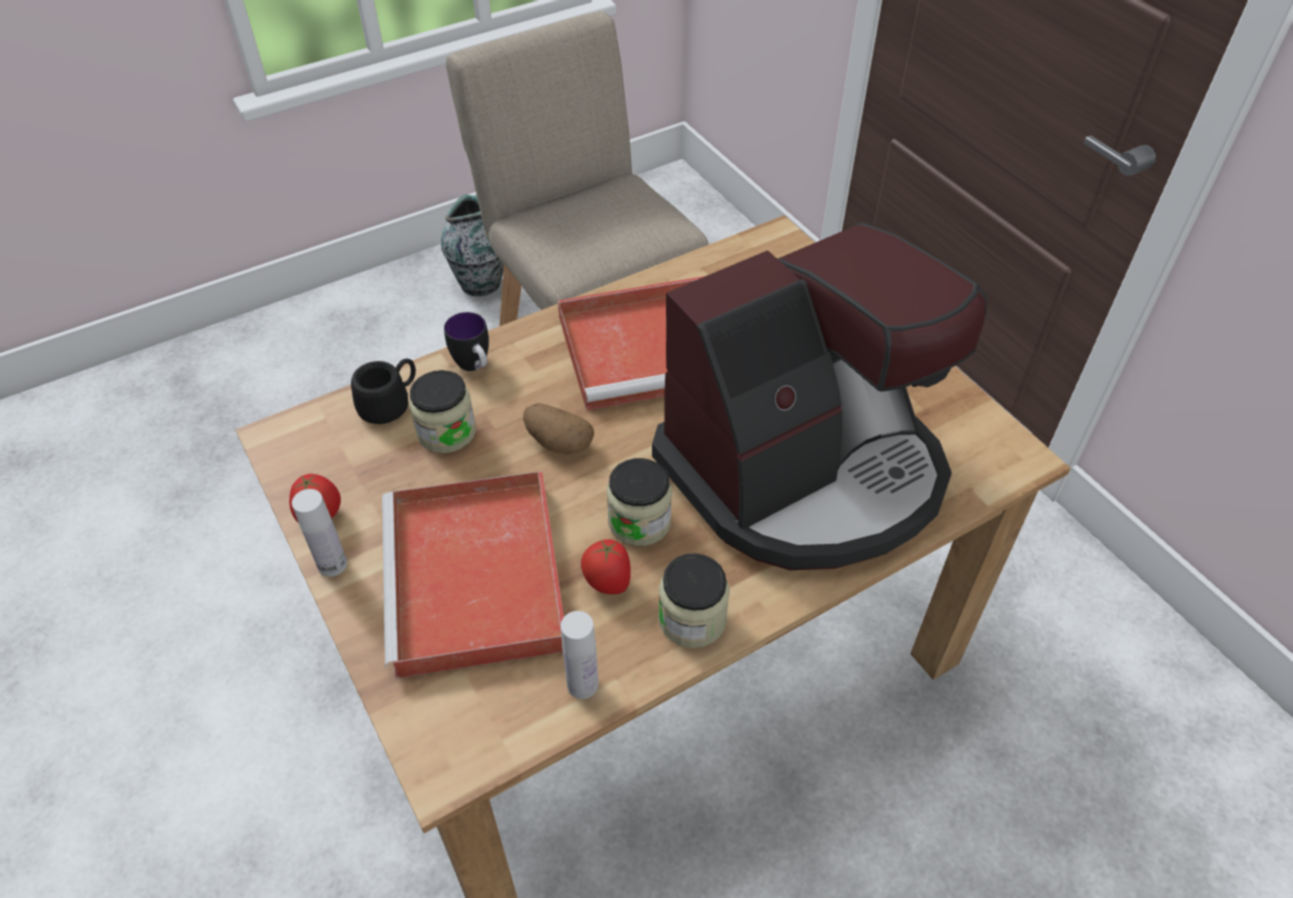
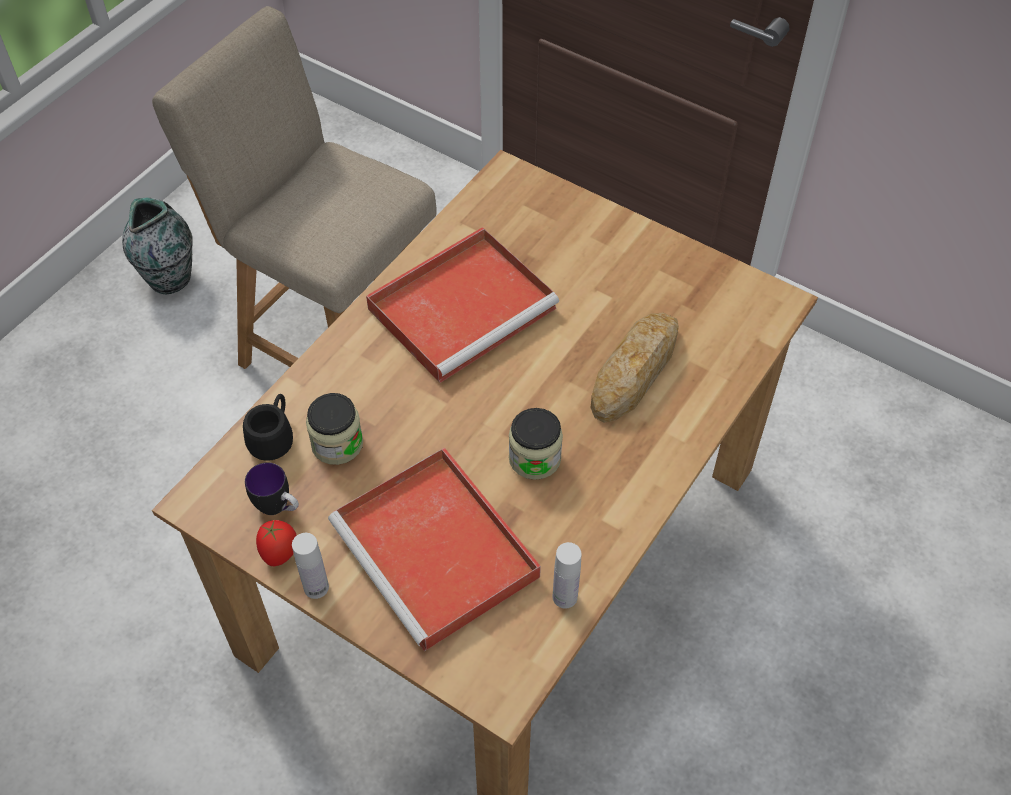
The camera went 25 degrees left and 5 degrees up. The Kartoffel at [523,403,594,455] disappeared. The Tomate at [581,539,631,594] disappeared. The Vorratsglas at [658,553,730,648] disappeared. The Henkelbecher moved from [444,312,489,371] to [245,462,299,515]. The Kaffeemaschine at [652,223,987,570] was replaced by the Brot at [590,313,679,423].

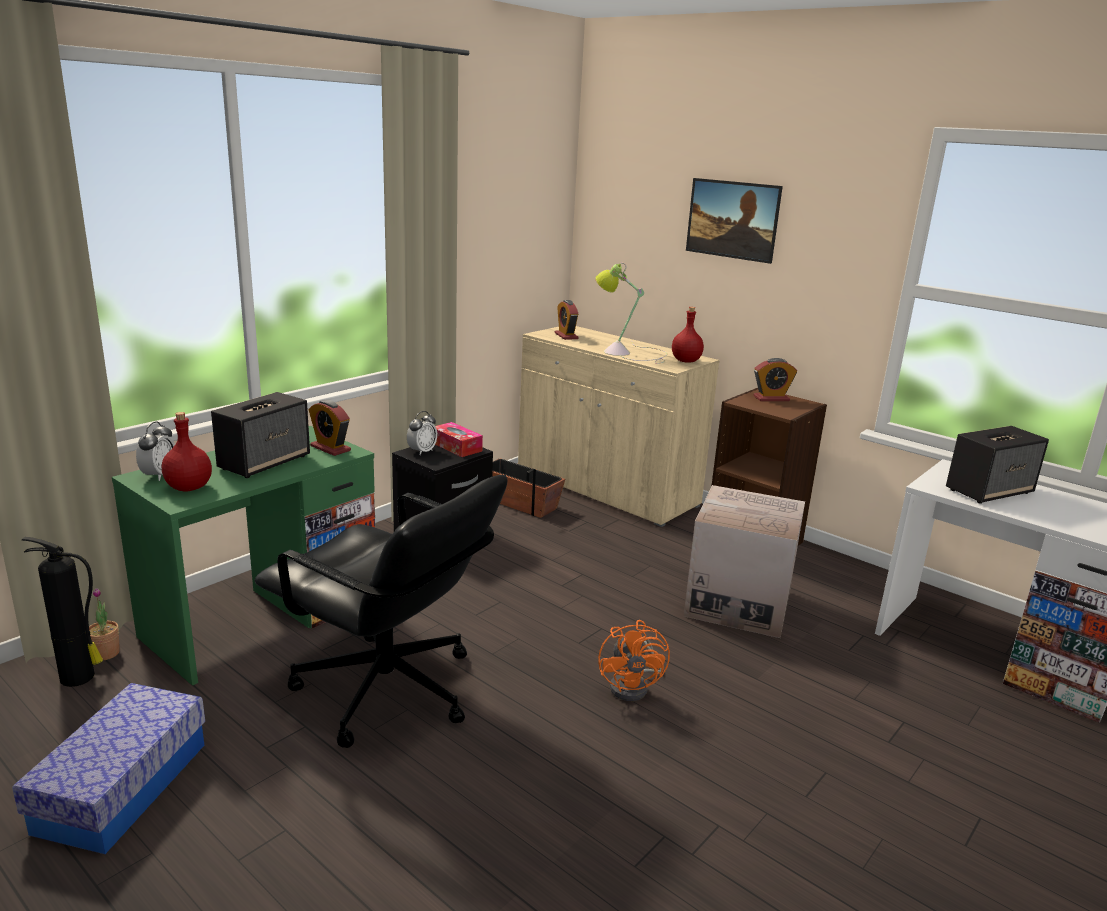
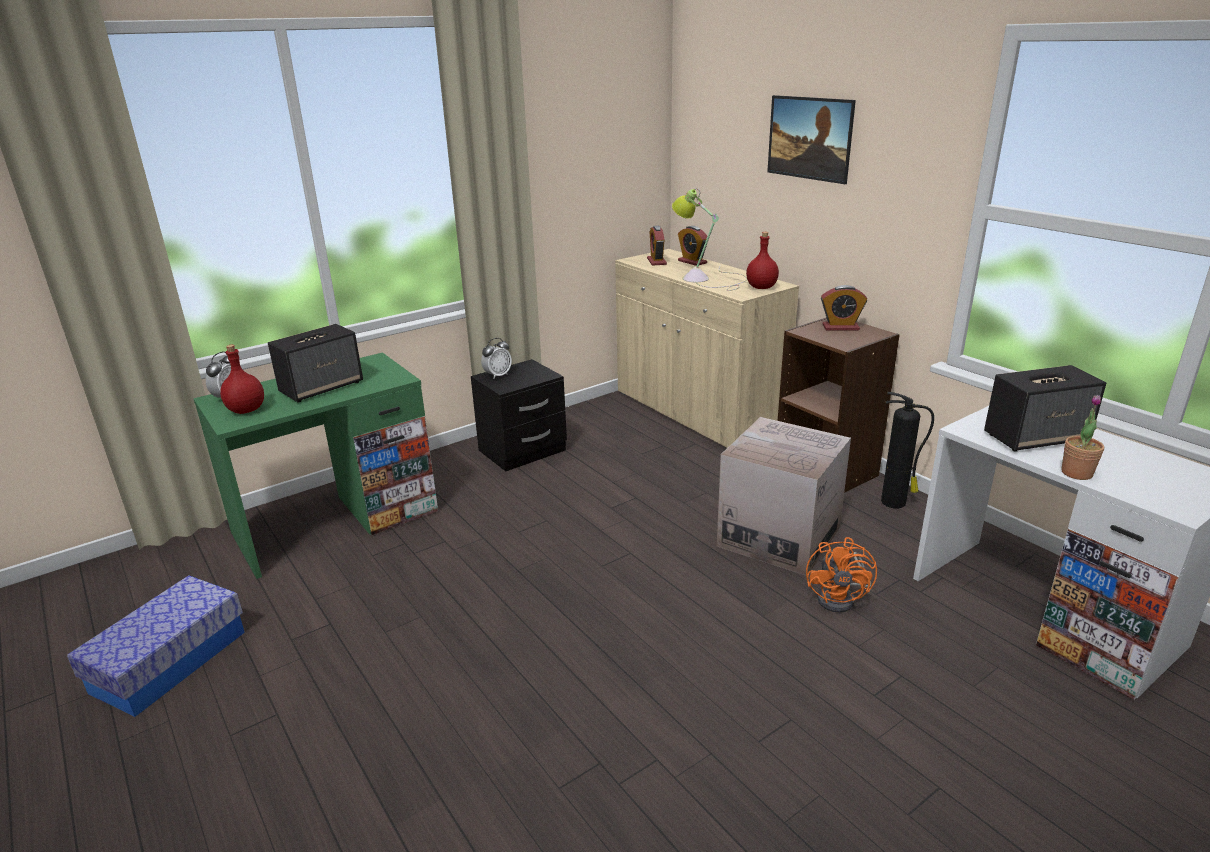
The camera went 15 degrees right and 5 degrees up. The Bürostuhl (schwarz) at [255,475,507,748] disappeared. The Taschentuchbox at [435,422,483,457] disappeared. The Pflanzkübel at [492,458,565,518] disappeared. The Feuerlöscher moved from [22,537,103,687] to [881,392,934,508]. The Topfpflanze moved from [89,588,120,660] to [1061,395,1104,480]. The Wecker moved from [309,400,351,456] to [678,226,708,266]. The Ventilator (orange) moved from [598,620,670,701] to [806,537,877,613].

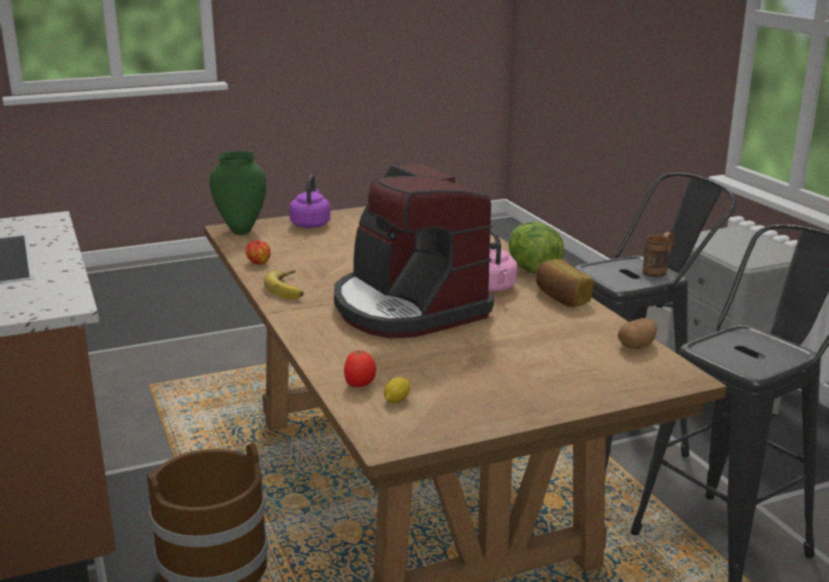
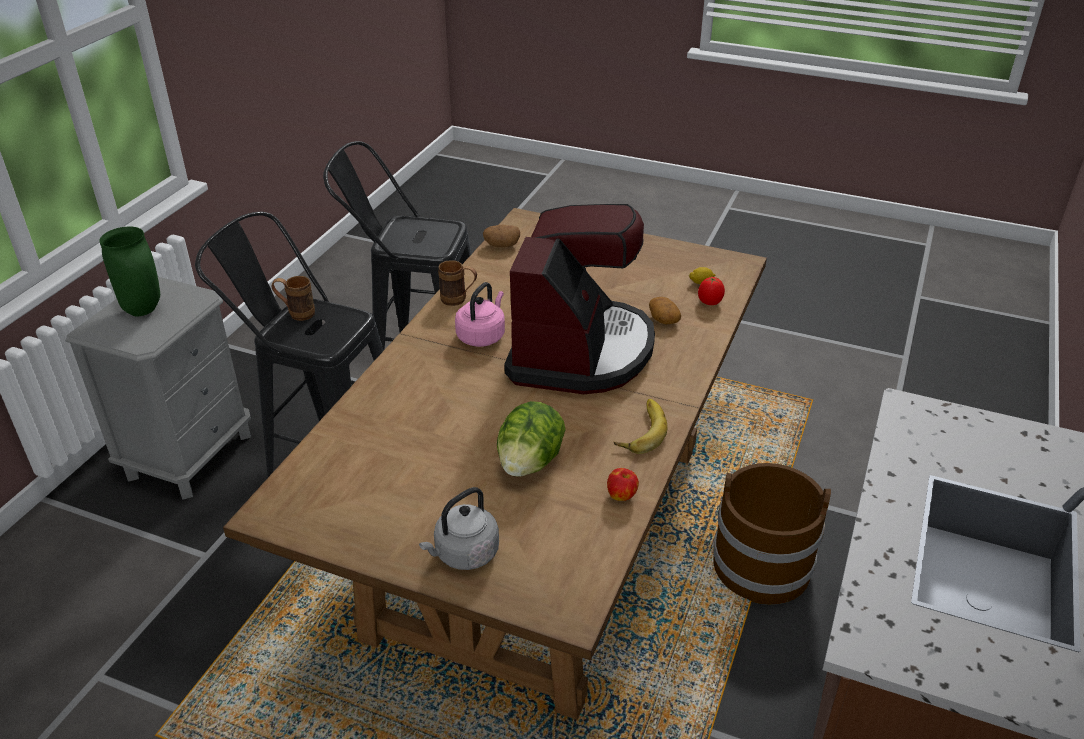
The camera went 135 degrees left and 15 degrees up. The Kartoffel at [649,297,681,325] appeared. The Vase (grün) moved from [209,151,267,235] to [99,227,160,316]. The Salatkopf moved from [508,222,564,274] to [497,401,566,477]. The Brot at [535,259,594,307] was replaced by the Henkelbecher (braun) at [438,260,477,306]. The Wasserkessel (lila) at [289,175,331,228] became the Wasserkessel (grau) at [419,487,499,570].

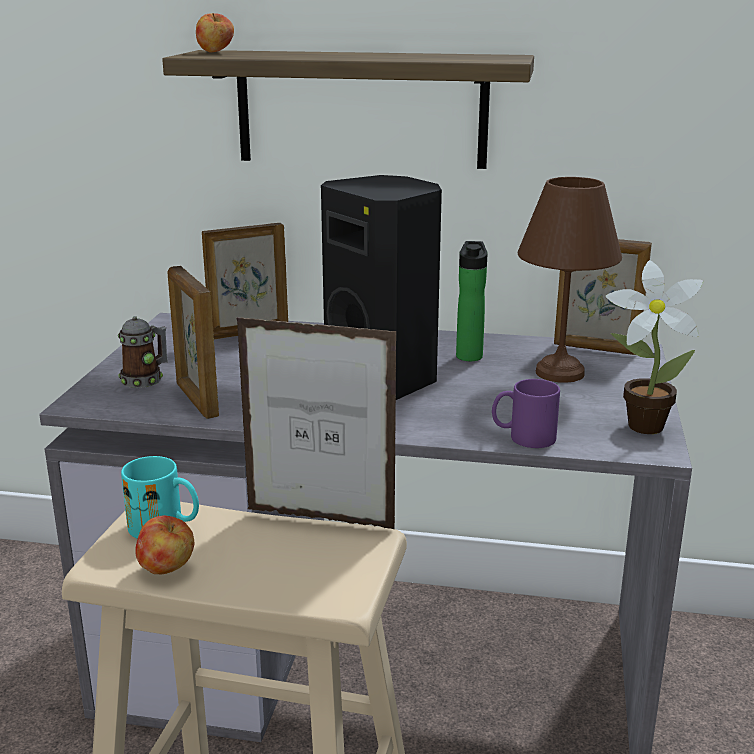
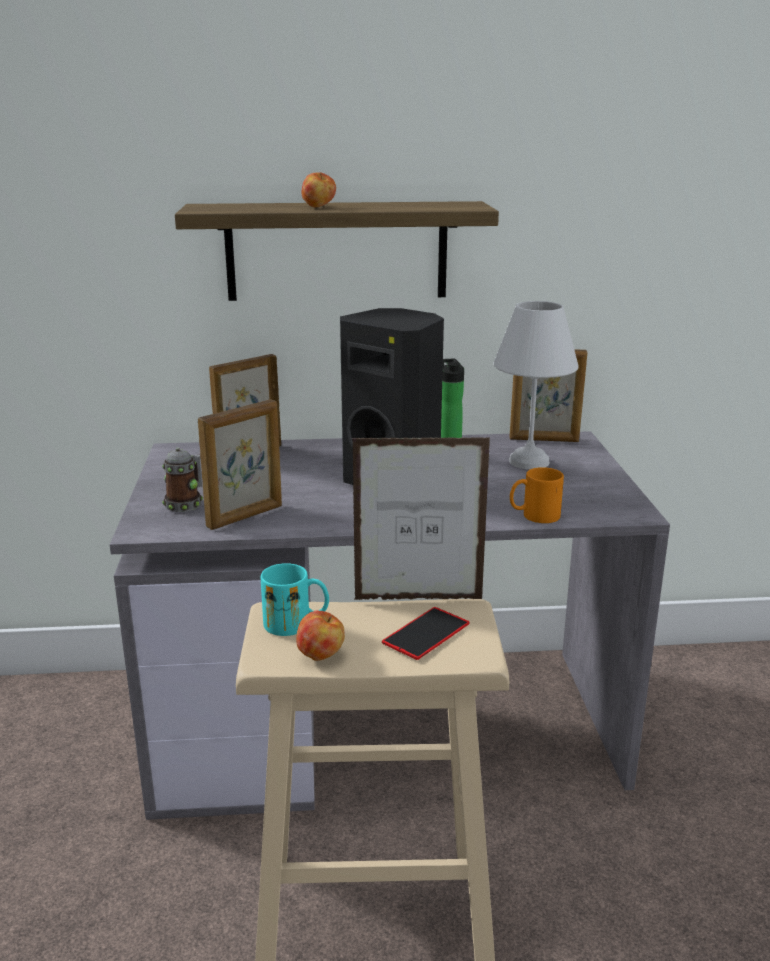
The camera went 15 degrees left and 0 degrees up. The Topfpflanze at [606,260,703,434] disappeared. The Handy at [382,607,469,660] appeared. The Apfel moved from [196,13,234,52] to [302,172,336,207]. The Henkelbecher (lila) at [492,379,560,448] became the Henkelbecher (orange) at [510,467,564,523]. The Tischlampe (braun) at [518,177,622,383] became the Tischlampe (weiß) at [493,301,579,470]. The Bilderrahmen at [168,266,219,419] turned 90 degrees counterclockwise.

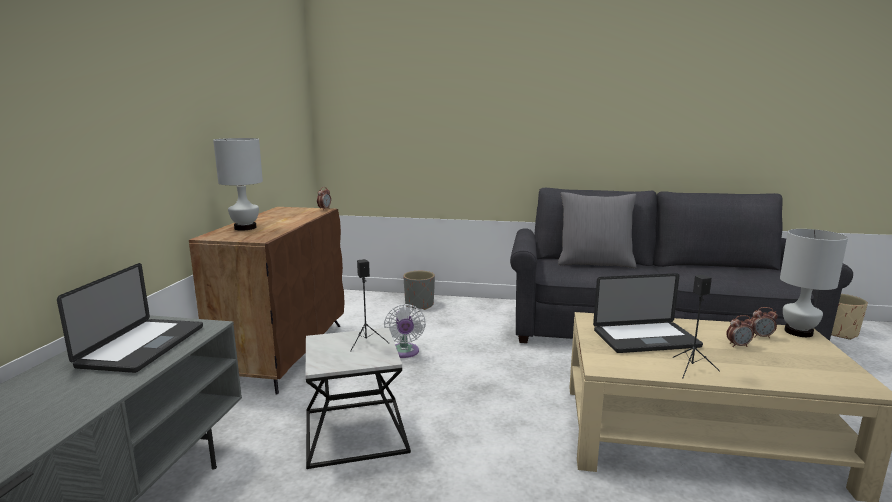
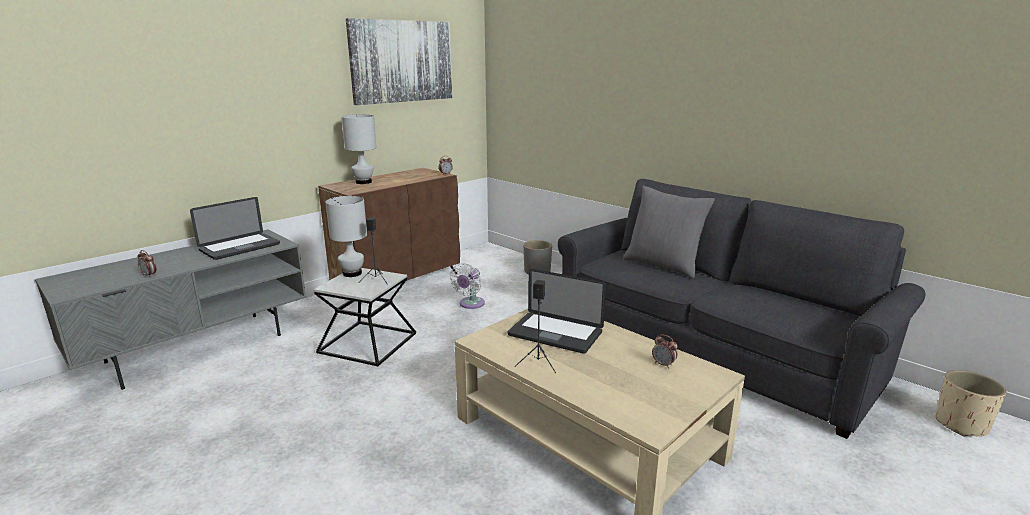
The camera went 35 degrees right and 5 degrees up. The Bild at [346,18,452,105] appeared. The Wecker moved from [726,315,754,347] to [137,250,156,277]. The Tischlampe (weiß) moved from [780,229,848,337] to [325,196,367,277].

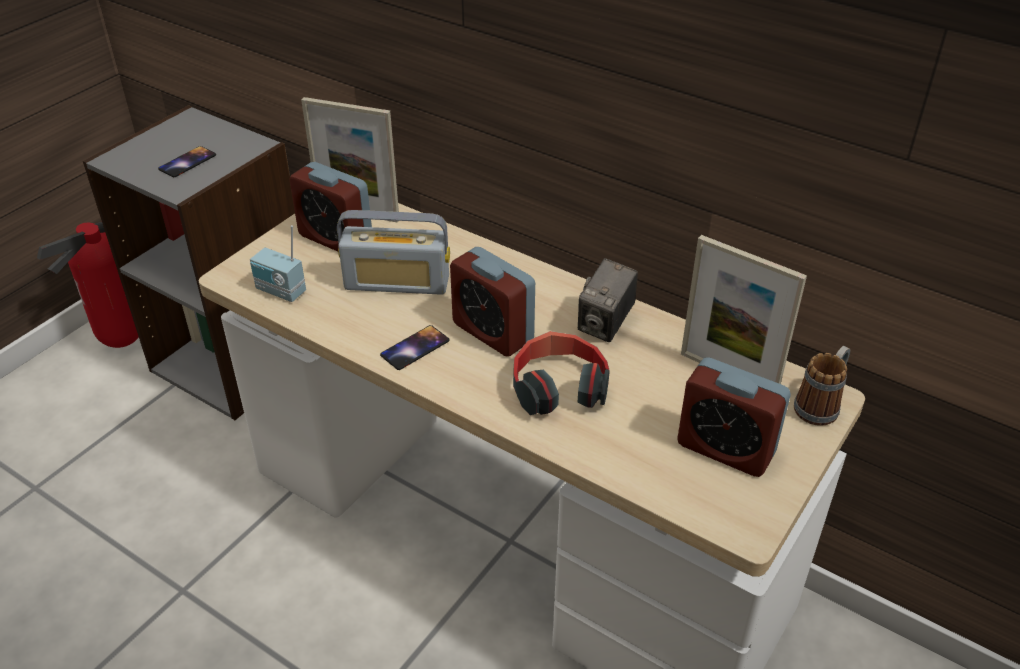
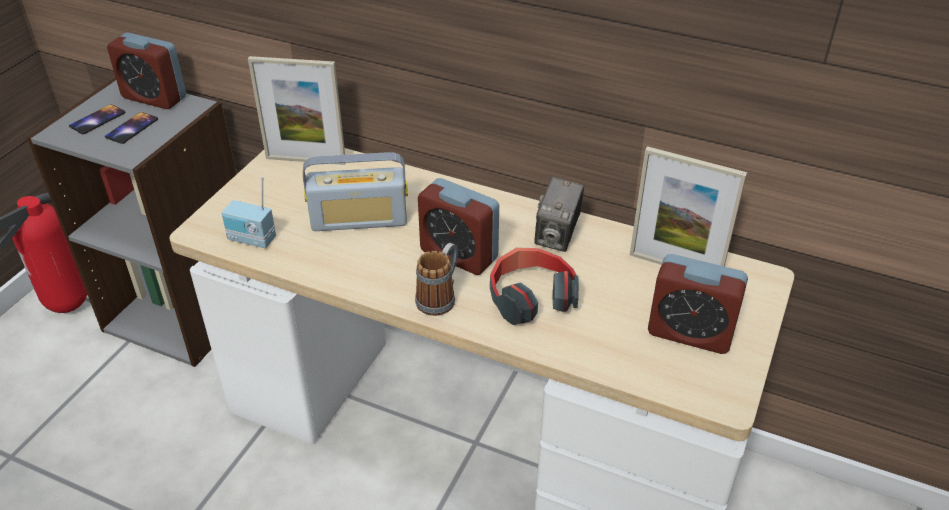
The camera went 10 degrees left and 0 degrees up. The Wecker moved from [289,162,372,251] to [107,33,186,109]. The Handy moved from [380,325,449,370] to [69,104,125,134]. The Henkelbecher moved from [794,346,850,426] to [415,243,458,316].

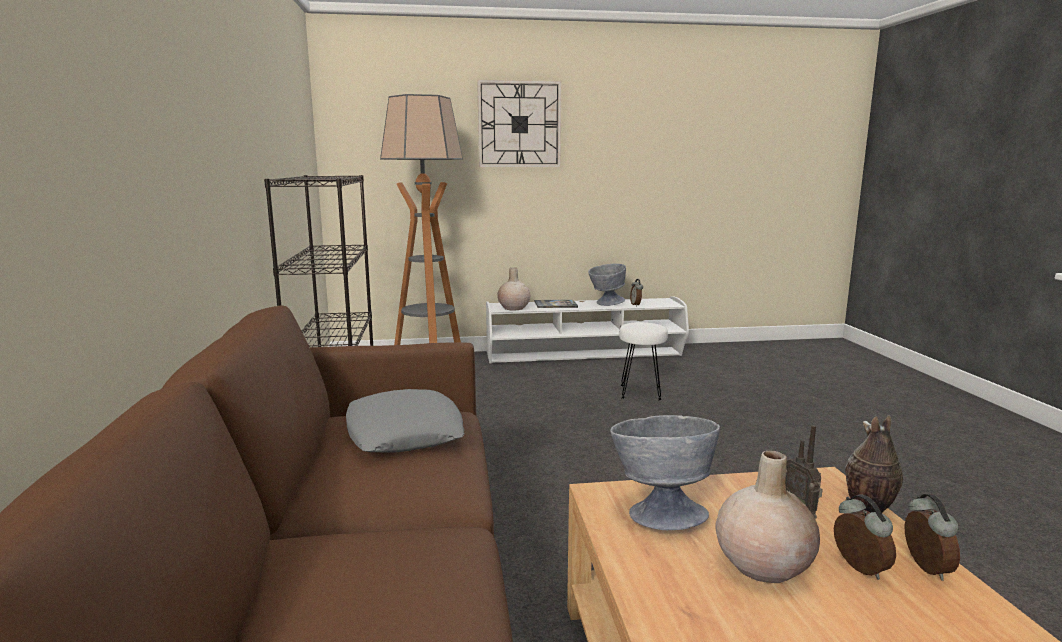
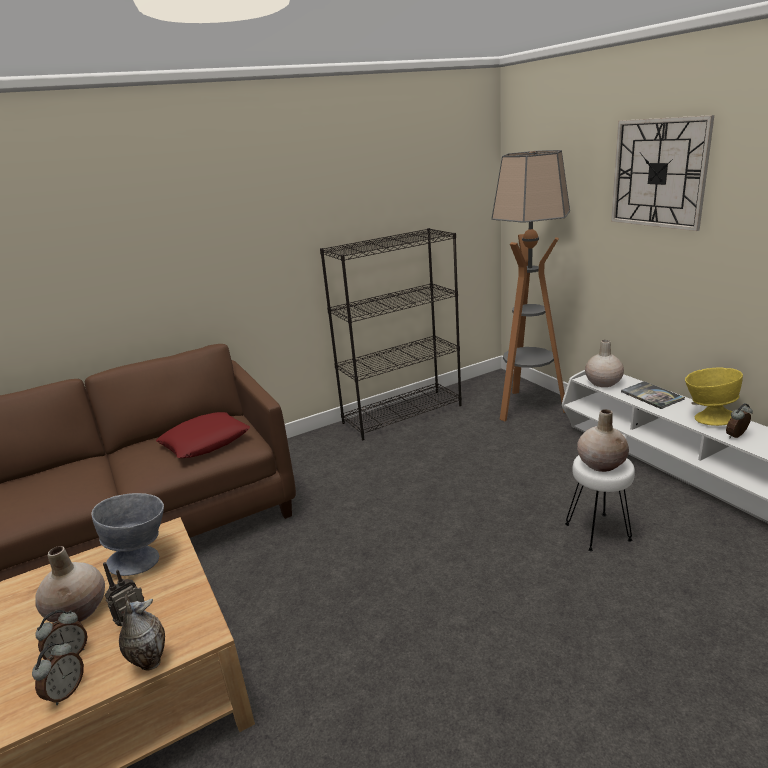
The camera went 70 degrees right and 10 degrees up. The Vase (beige) at [577,409,629,472] appeared. The Kissen (grau) at [346,389,464,453] became the Kissen (rot) at [156,412,250,458]. The Schüssel (grau) at [588,264,626,306] became the Schüssel (gelb) at [685,368,743,426]. The Wecker at [904,494,960,581] turned 45 degrees counterclockwise.

